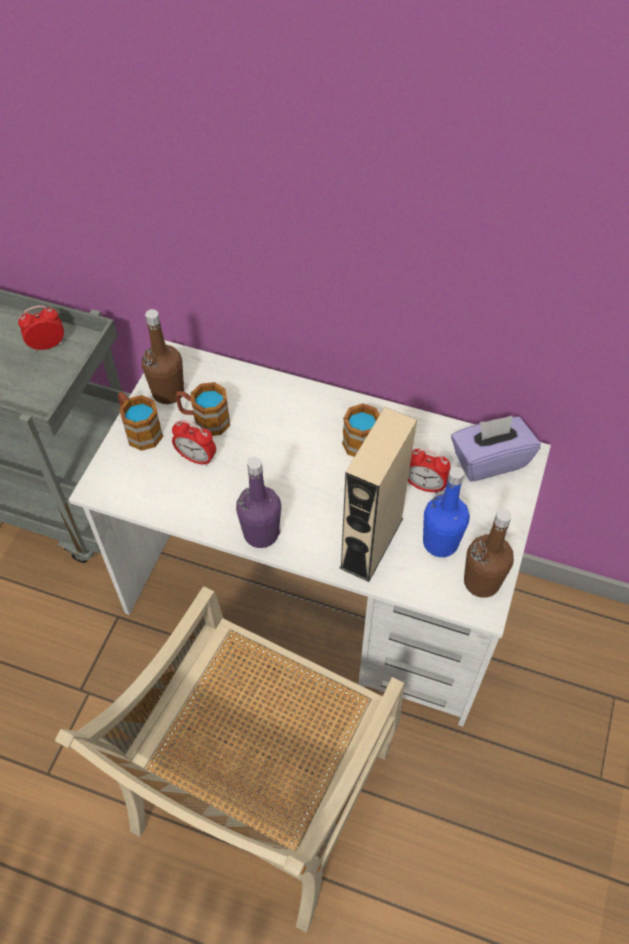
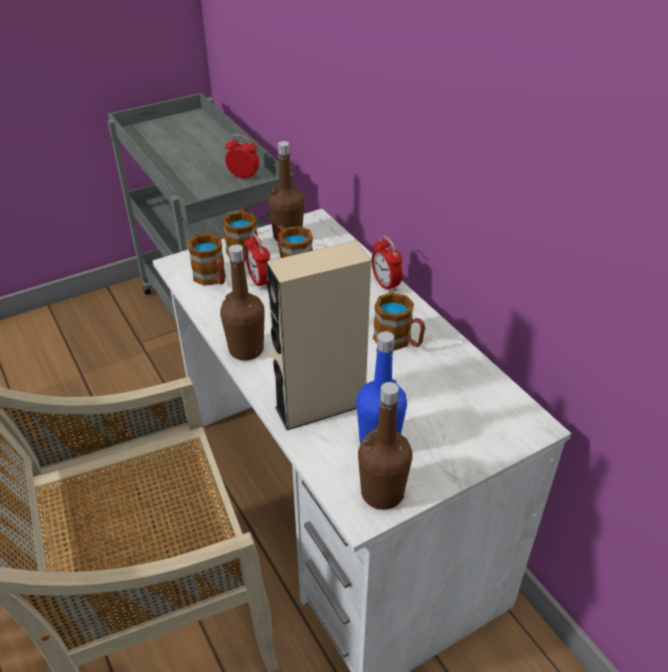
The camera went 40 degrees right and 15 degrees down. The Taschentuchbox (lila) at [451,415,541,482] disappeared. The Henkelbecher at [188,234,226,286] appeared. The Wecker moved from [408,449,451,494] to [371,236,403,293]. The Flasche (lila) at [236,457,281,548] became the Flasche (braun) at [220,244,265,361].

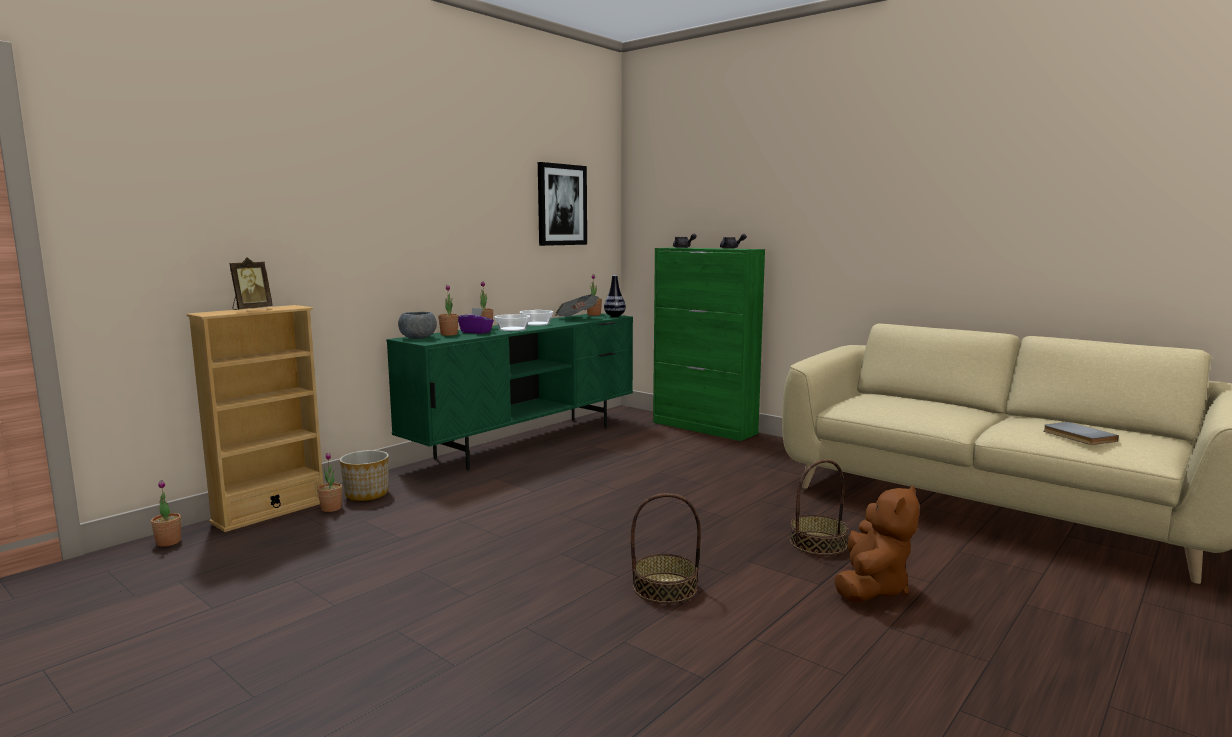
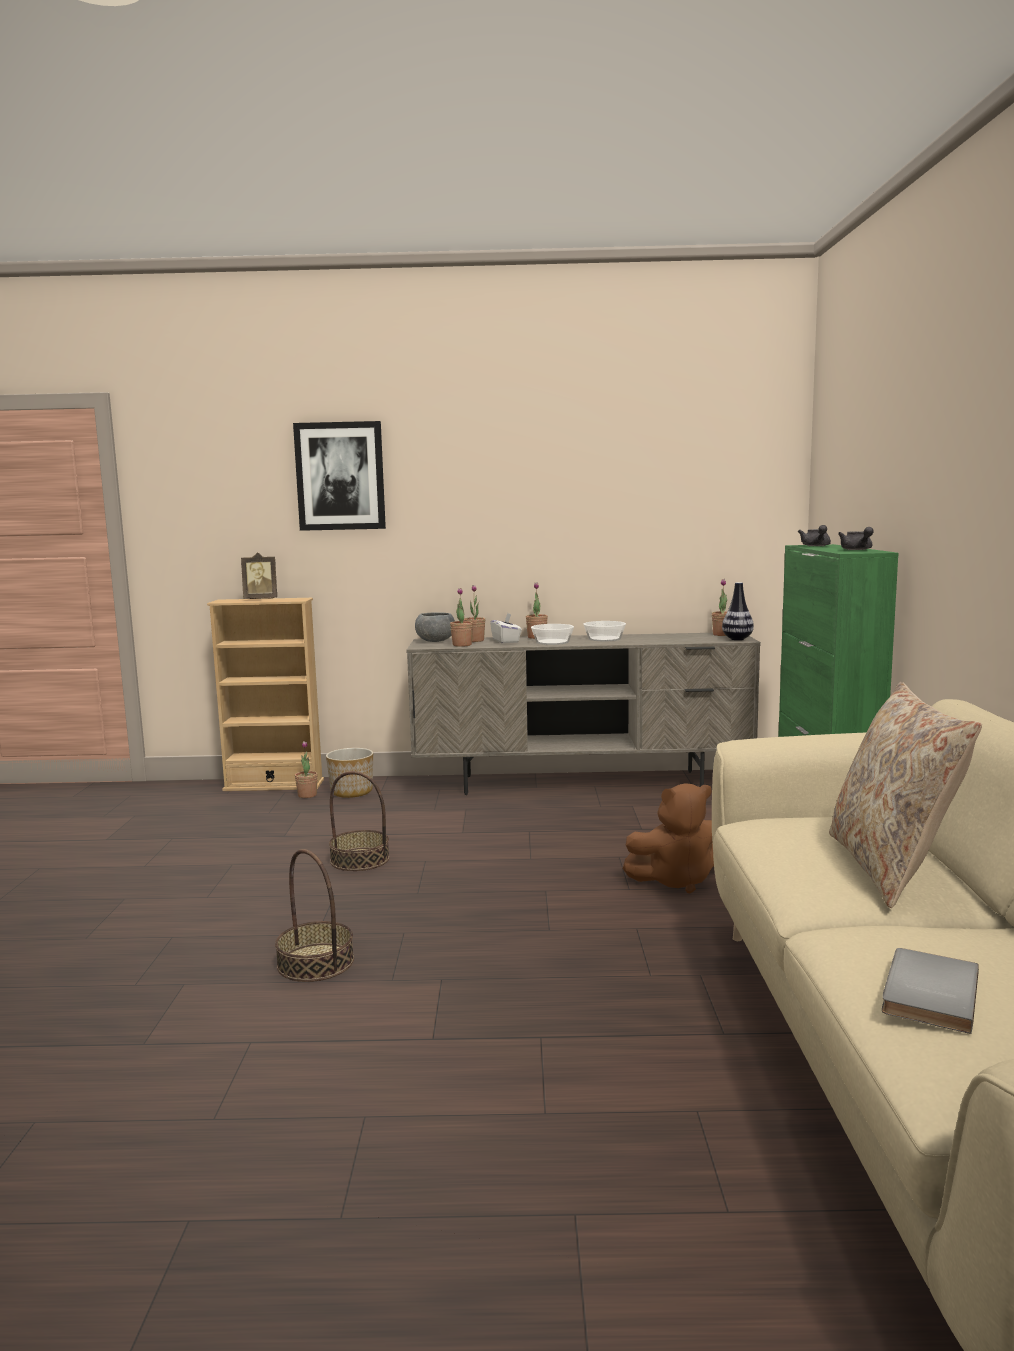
The camera went 50 degrees right and 0 degrees up. The Zeitung at [555,294,599,317] disappeared. The Kissen (beige) at [829,682,982,908] appeared. The Topfpflanze moved from [151,480,181,547] to [450,588,473,647]. The Bild moved from [538,162,587,246] to [293,421,386,531]. The Korb moved from [790,459,849,556] to [329,771,390,871]. The Plüschtier (braun) moved from [834,485,920,603] to [622,783,714,894]. The Fernsehschrank (grün) at [386,313,633,470] became the Fernsehschrank (beige) at [406,633,761,795]. The Taschentuchbox (lila) at [458,308,494,334] became the Taschentuchbox (weiß) at [490,613,522,644].

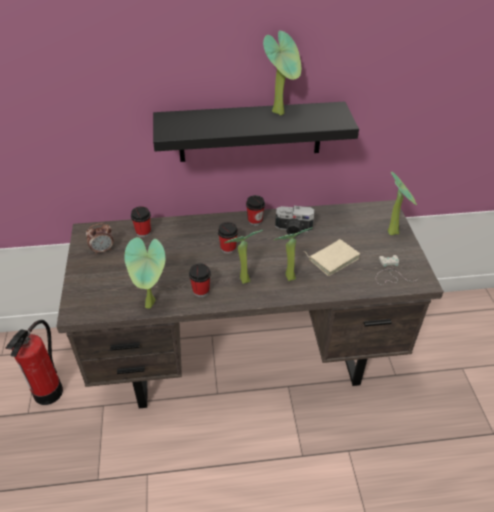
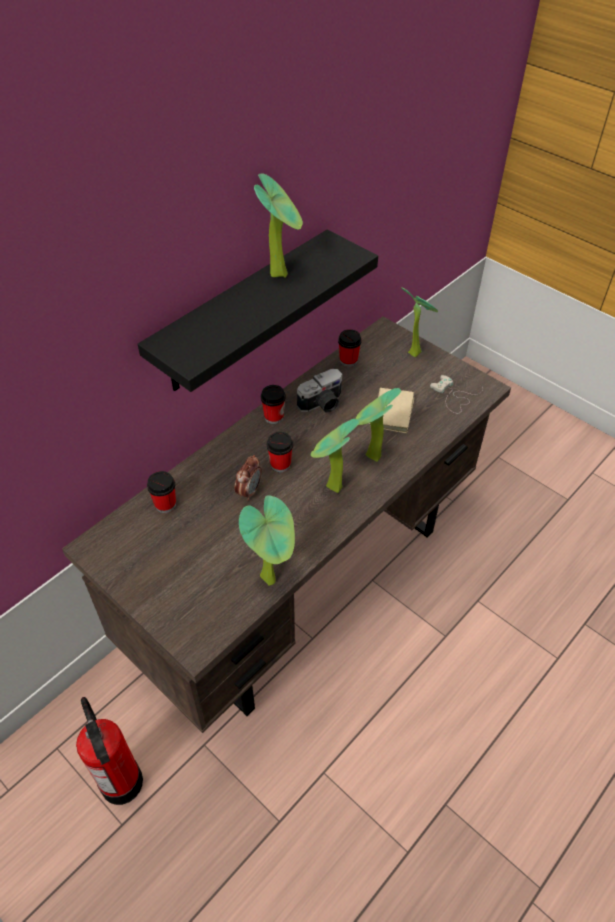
The camera went 40 degrees left and 5 degrees up. The Wecker moved from [86,223,114,255] to [235,455,262,501]. The Tasse moved from [189,263,211,297] to [338,329,362,367].

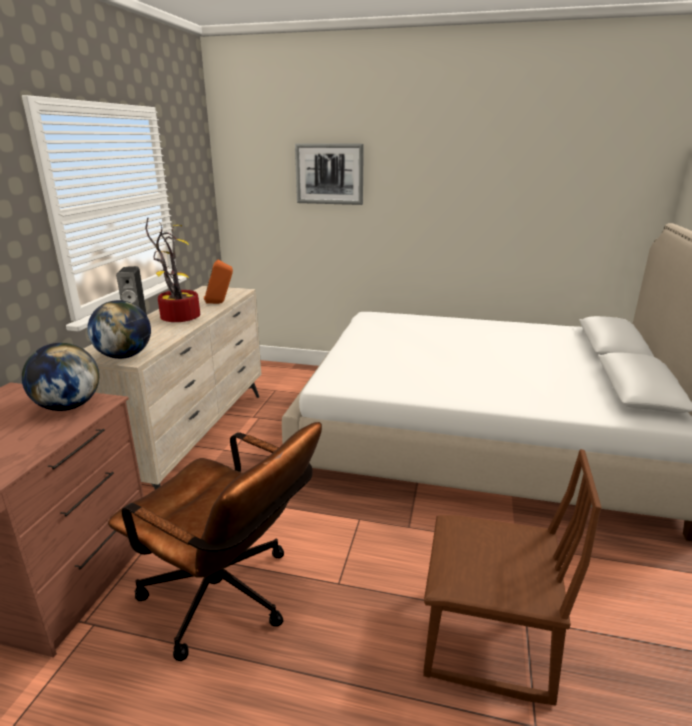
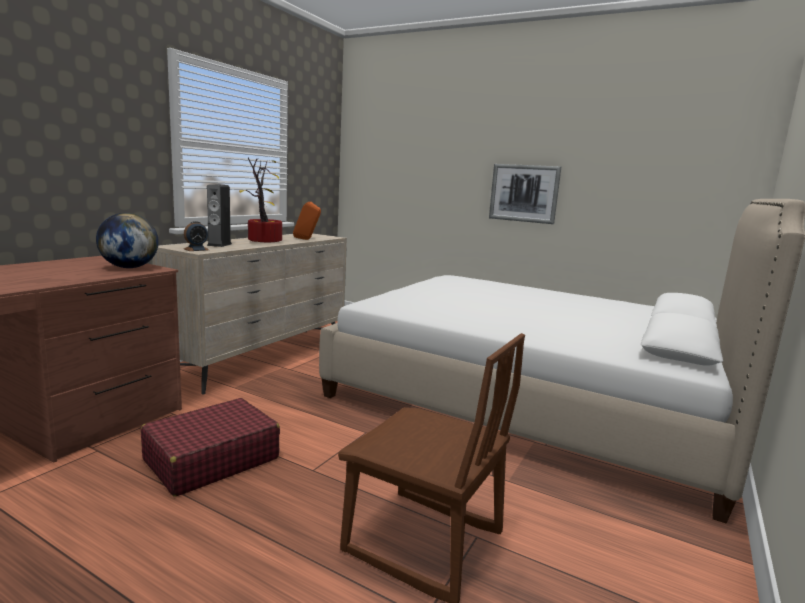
The camera went 15 degrees right and 10 degrees down. The Bild moved from [295,143,364,205] to [489,164,561,224]. The Globus at [87,300,151,359] was replaced by the Wecker at [184,221,209,251]. The Bürostuhl (braun) at [108,422,322,661] was replaced by the Koffer (rot) at [141,398,280,497].

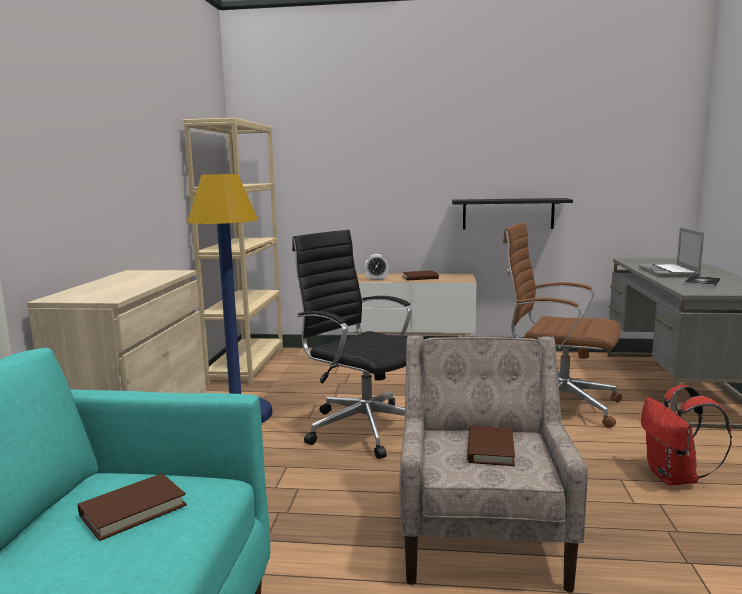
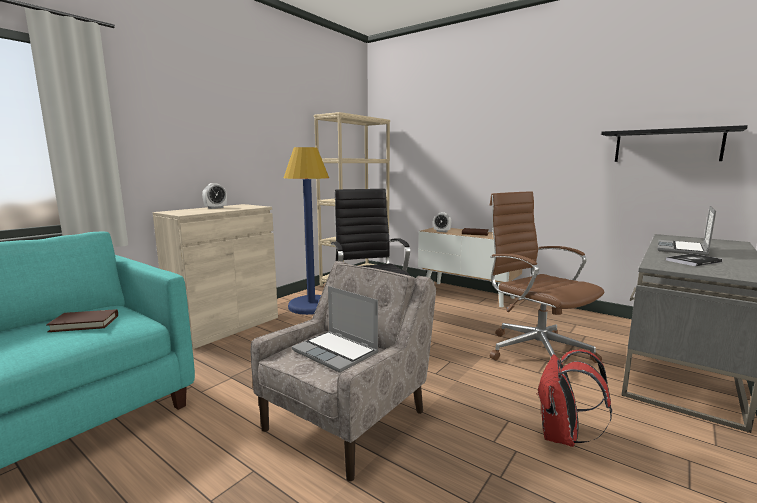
The camera went 30 degrees right and 0 degrees up. The Wecker at [202,183,227,209] appeared. The Wandregal (schwarz) moved from [452,198,573,229] to [601,125,748,162]. The Buch (braun) at [467,425,515,466] was replaced by the Laptop at [292,286,379,373].

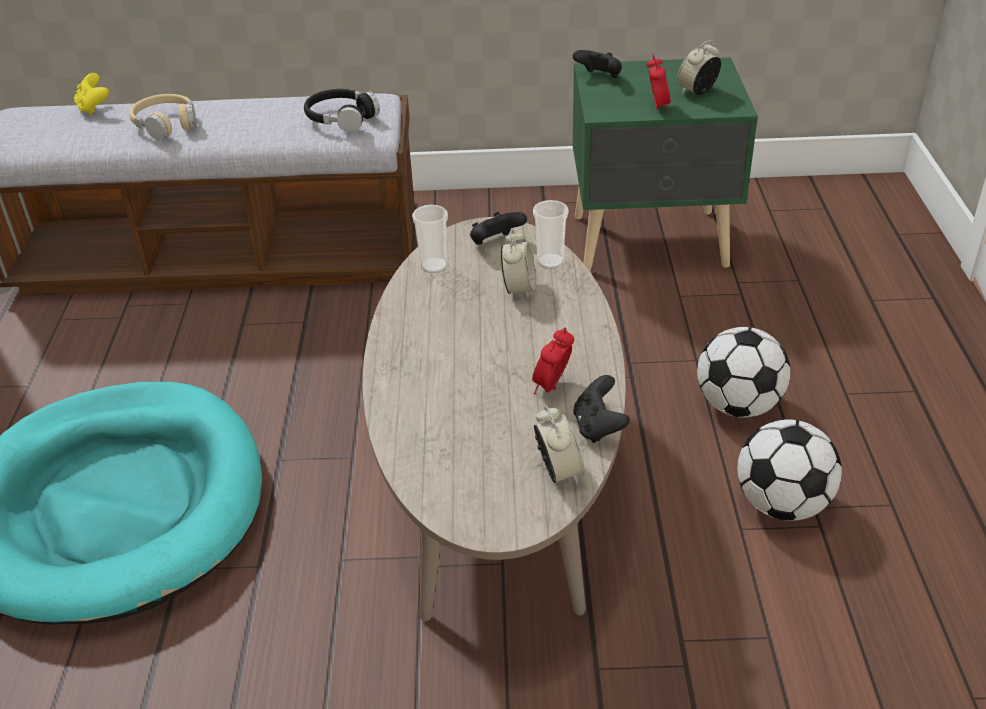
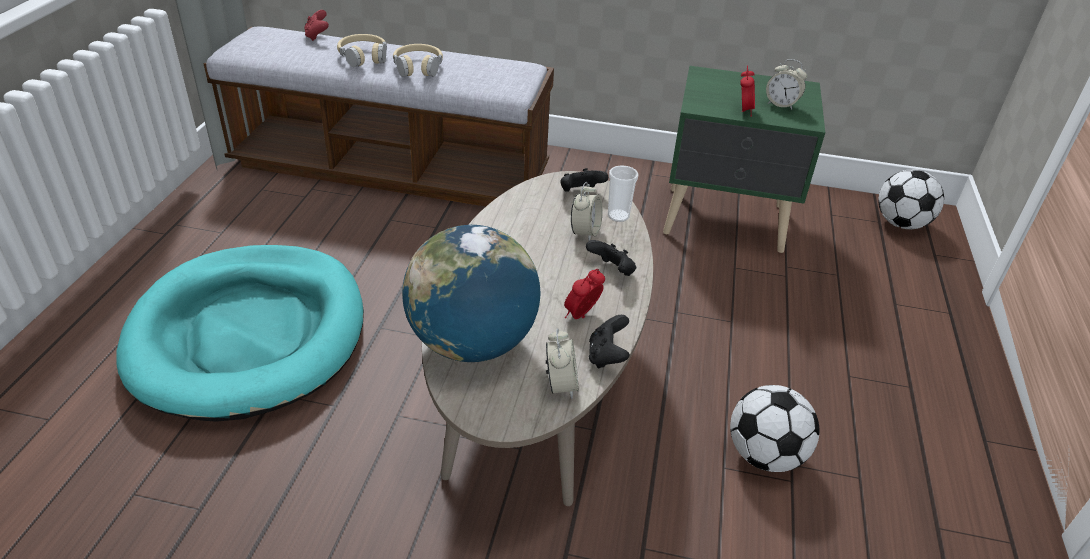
The camera went 10 degrees right and 0 degrees up. The Kopfhörer (schwarz) at [304,89,380,132] disappeared. The Tasse at [412,205,448,273] disappeared. The Kopfhörer (beige) at [393,44,443,77] appeared. The Globus at [402,225,540,362] appeared. The Gamepad (schwarz) moved from [573,50,622,78] to [586,240,636,276]. The Fußball moved from [697,327,790,418] to [878,169,944,229]. The Gamepad (gelb) at [74,73,109,115] became the Gamepad (rot) at [304,10,329,41]. The Wecker at [677,40,721,95] turned 120 degrees counterclockwise.

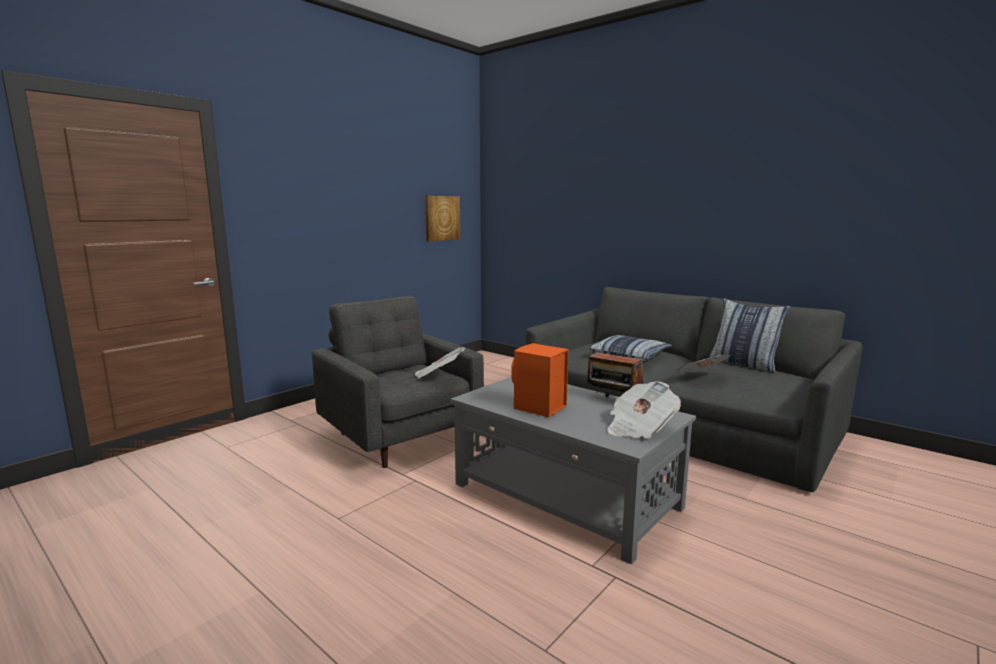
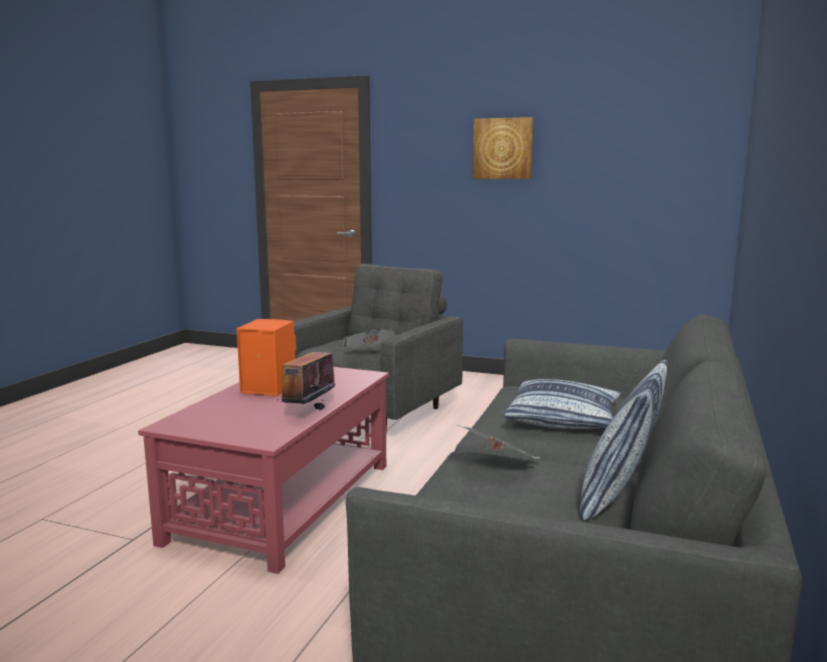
The camera went 70 degrees right and 0 degrees up. The Zeitung at [607,381,681,439] disappeared. The Bild moved from [425,196,460,241] to [473,117,533,179]. The Couchtisch (grau) at [451,377,696,564] became the Couchtisch (rot) at [138,367,389,574].

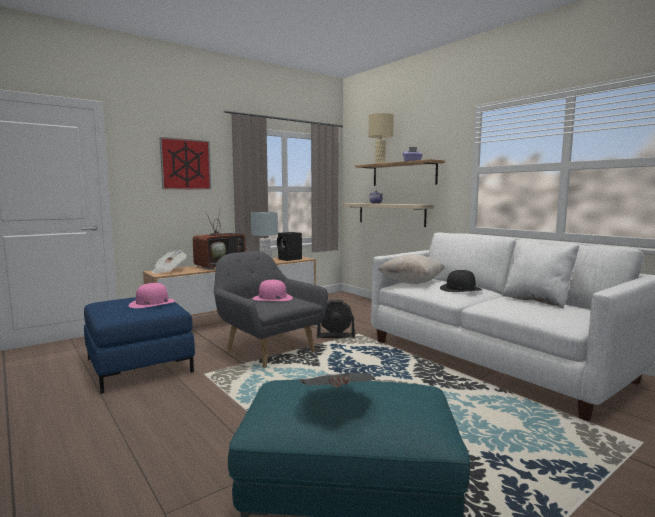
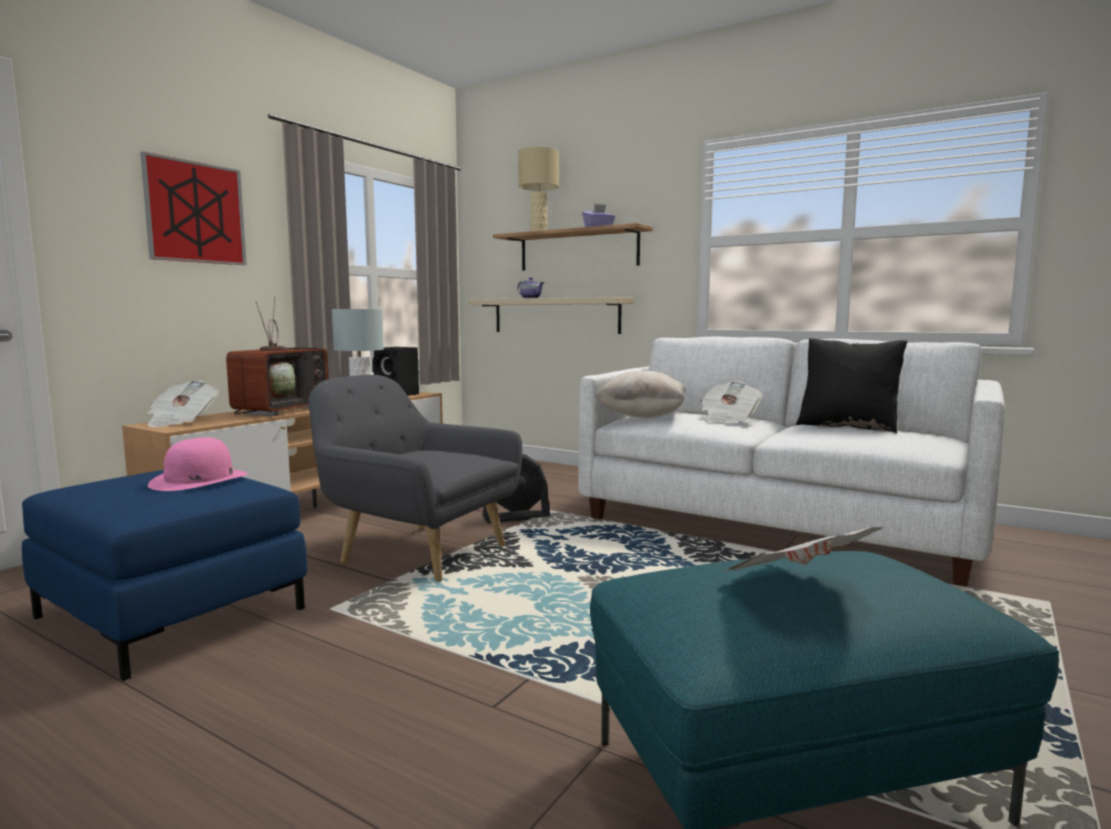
The camera went 20 degrees left and 0 degrees up. The Hut (rosa) at [252,280,293,301] disappeared. The Hut (schwarz) at [440,270,482,292] was replaced by the Zeitung at [701,381,763,423]. The Kissen (weiß) at [502,239,580,309] became the Kissen (schwarz) at [796,338,908,433].

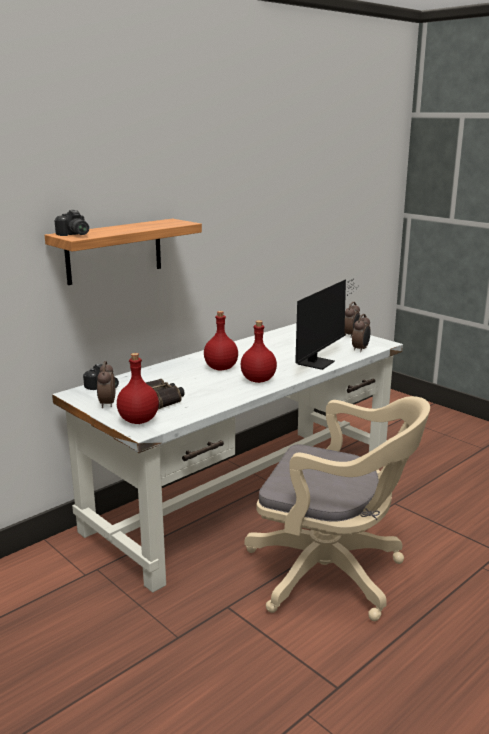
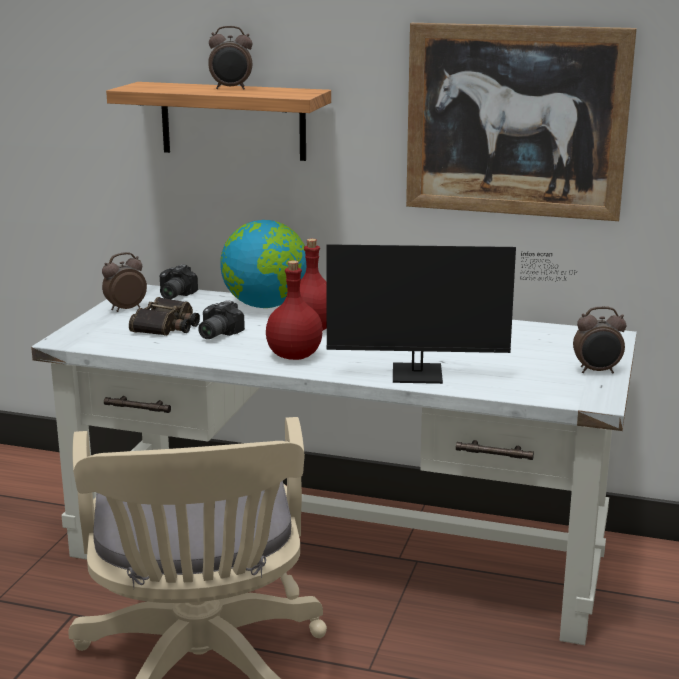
The camera went 60 degrees right and 0 degrees up. The Flasche (rot) at [117,353,159,424] disappeared. The Globus at [220,220,307,308] appeared. The Bild at [406,23,637,221] appeared. The Kamera moved from [55,210,89,236] to [198,300,245,339]. The Wecker moved from [352,314,371,352] to [208,26,252,90].

